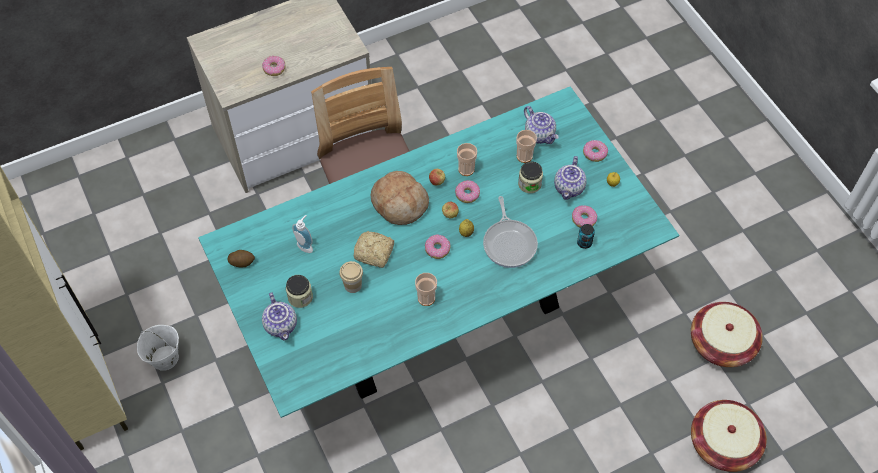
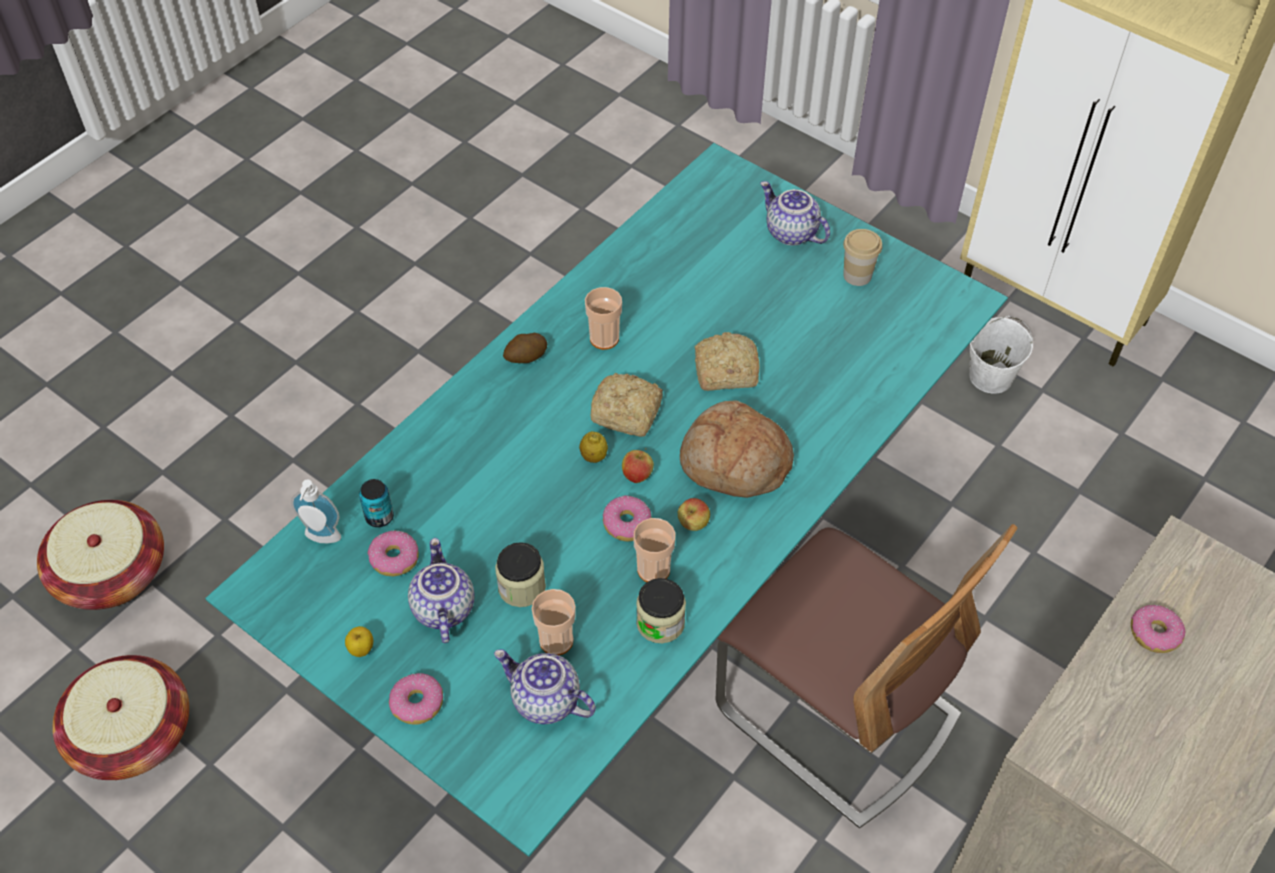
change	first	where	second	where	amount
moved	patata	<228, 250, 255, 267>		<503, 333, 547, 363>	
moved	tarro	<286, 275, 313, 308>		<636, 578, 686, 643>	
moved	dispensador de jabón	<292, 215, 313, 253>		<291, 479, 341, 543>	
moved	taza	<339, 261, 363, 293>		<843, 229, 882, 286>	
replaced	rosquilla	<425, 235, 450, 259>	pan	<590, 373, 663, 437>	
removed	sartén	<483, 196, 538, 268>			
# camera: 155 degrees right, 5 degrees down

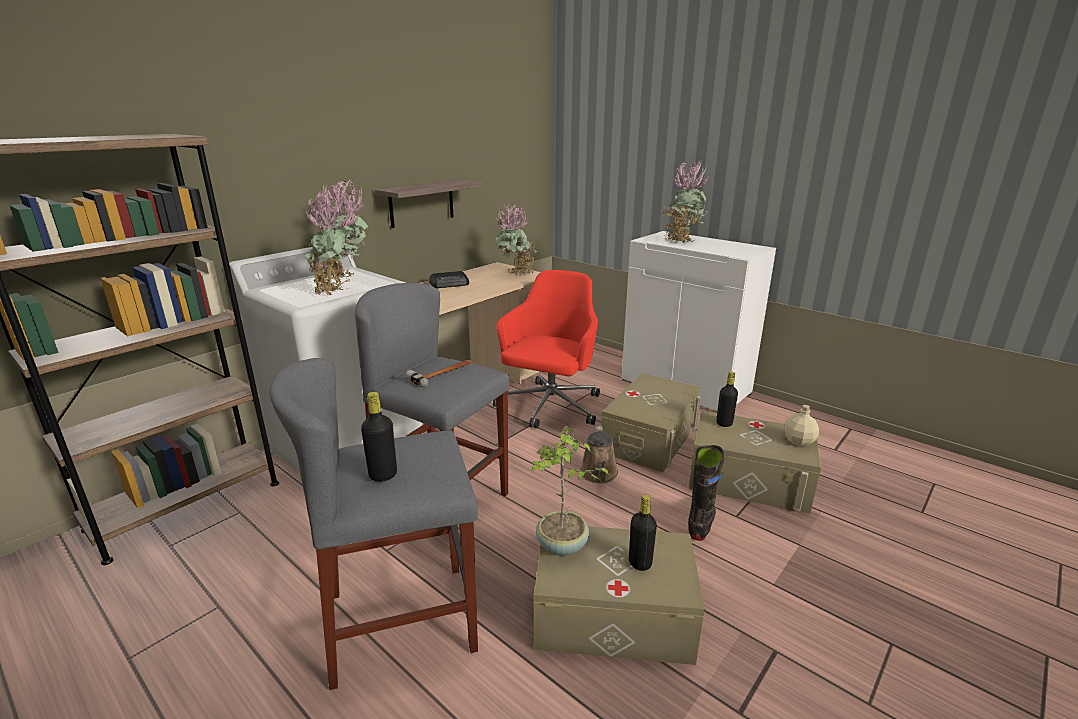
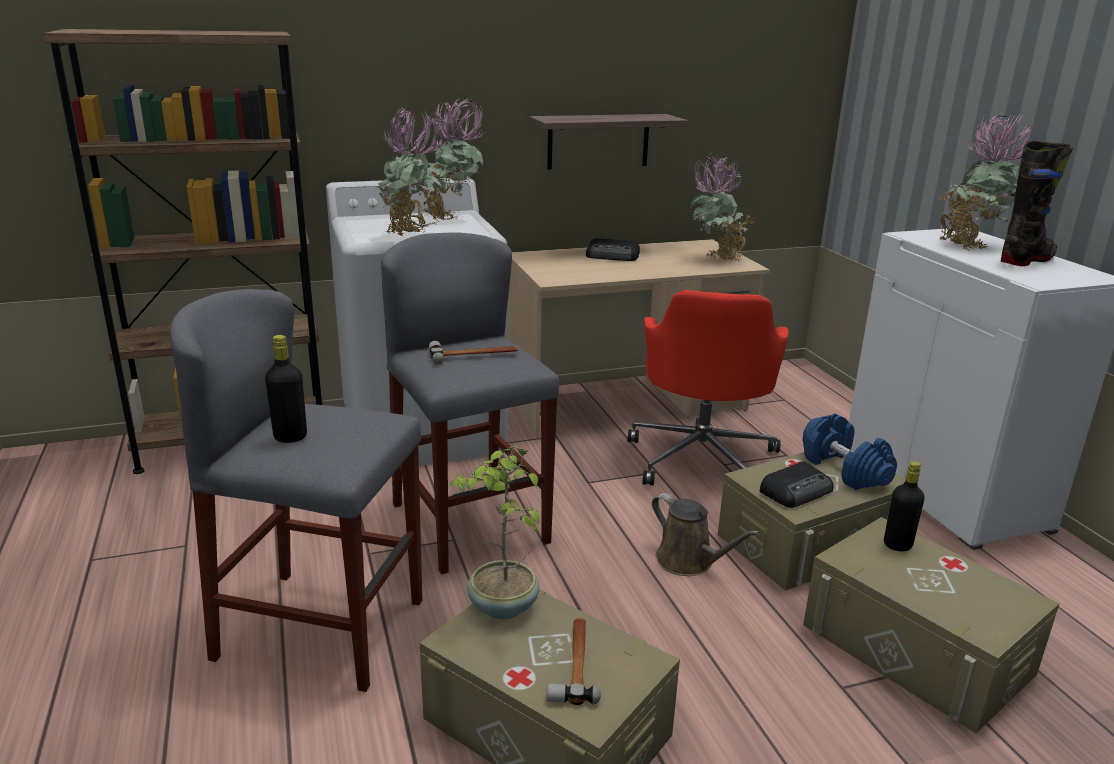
change	first	where	second	where	amount
turned	silla de oficina (rojo)	<493, 270, 600, 428>		<628, 290, 789, 485>	135 degrees clockwise
turned	regadera (marrón)	<580, 426, 618, 483>		<652, 493, 760, 576>	75 degrees counterclockwise
replaced	botella (negro)	<629, 494, 657, 571>	martillo	<546, 618, 601, 705>	
moved	bota (negro)	<688, 445, 725, 541>		<1001, 140, 1073, 266>	
removed	botella (beis)	<784, 405, 819, 446>			
added			radio	<759, 461, 833, 508>	
added			mancuerna (azul)	<803, 414, 897, 490>	
# camera: 30 degrees right, 0 degrees up

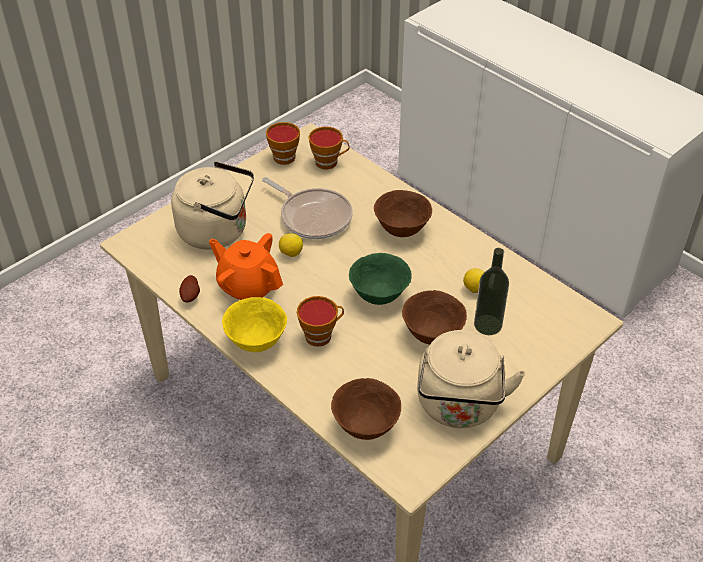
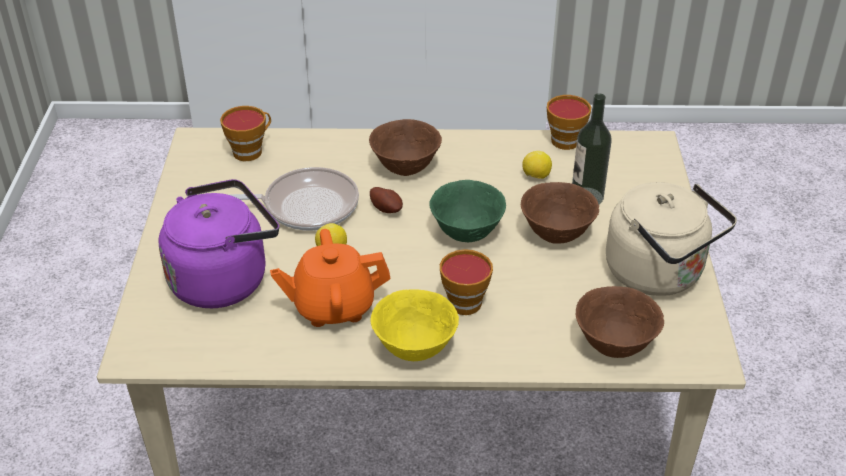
change	first	where	second	where	amount
recoloured	hervidor (beis)	<171, 161, 254, 250>	hervidor (morado)	<158, 179, 279, 308>	
moved	patata	<179, 275, 200, 303>		<370, 187, 403, 213>	
moved	taza	<266, 122, 300, 165>		<547, 95, 591, 150>	
# camera: 45 degrees left, 5 degrees down

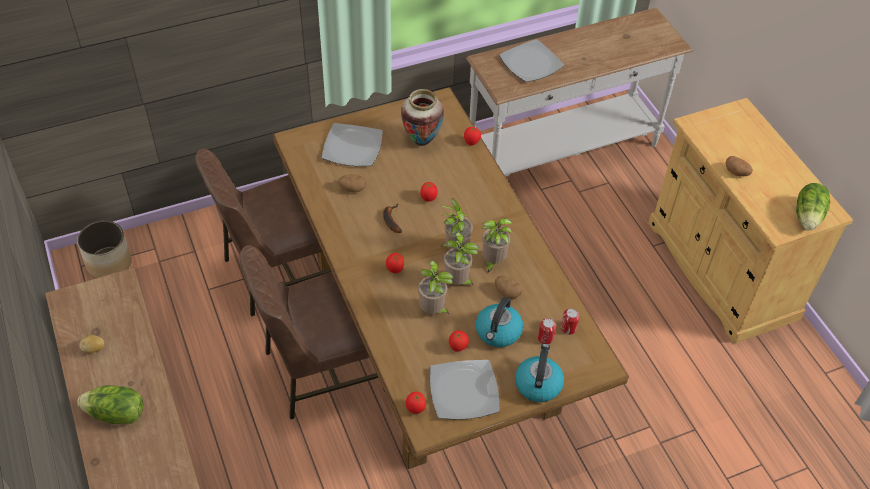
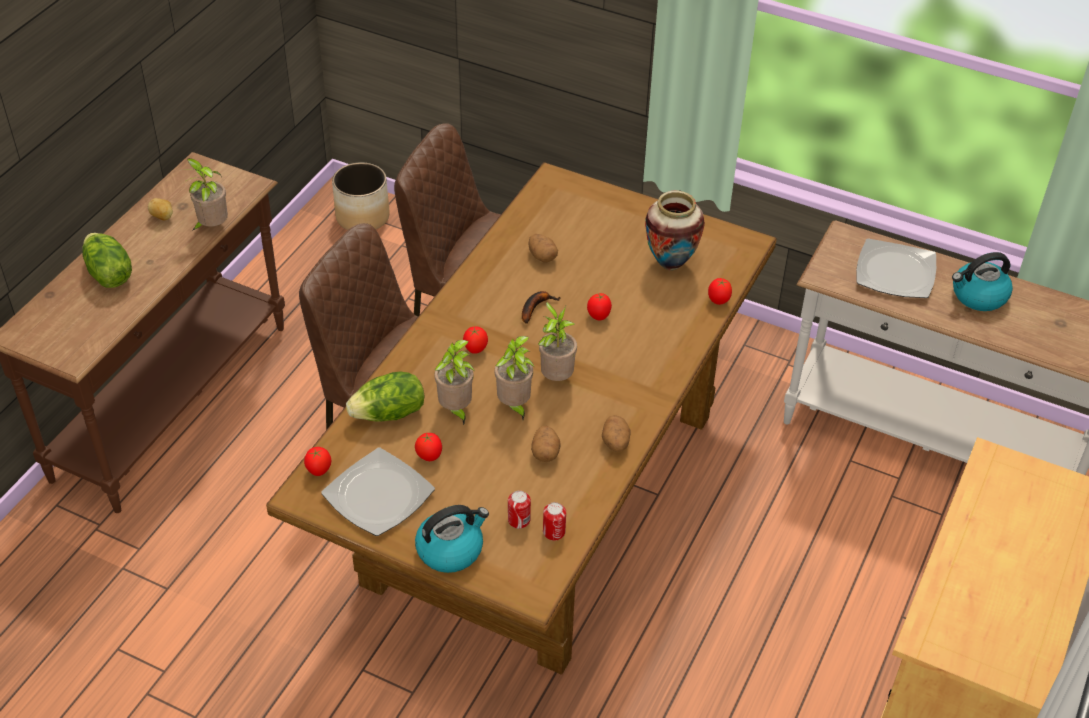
change	first	where	second	where	amount
removed	plato	<322, 123, 383, 166>			
moved	hervidor	<476, 297, 523, 347>		<952, 252, 1013, 311>	
moved	planta en maceta	<482, 218, 513, 273>		<185, 158, 228, 231>	
moved	patata	<725, 156, 753, 176>		<602, 415, 631, 452>	
moved	lechuga	<796, 183, 830, 231>		<346, 372, 425, 421>	
# camera: 50 degrees right, 5 degrees down

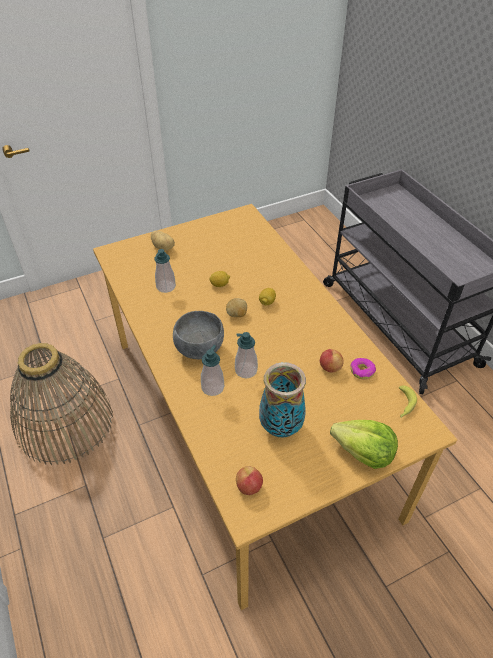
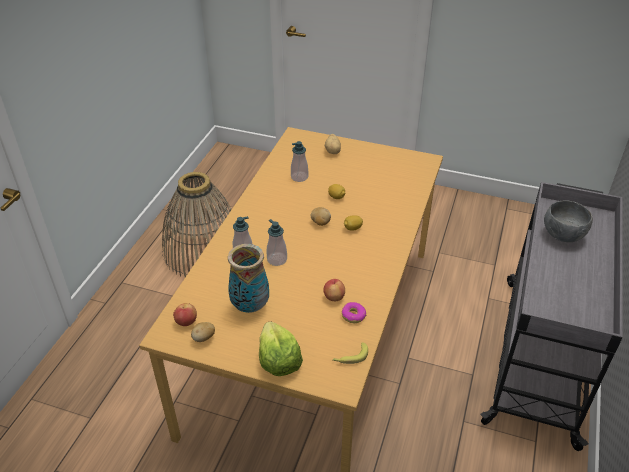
change	first	where	second	where	amount
moved	cuenco (gris)	<173, 311, 224, 359>		<544, 200, 593, 242>	
added			patata	<191, 322, 215, 342>	
# camera: 45 degrees right, 5 degrees down

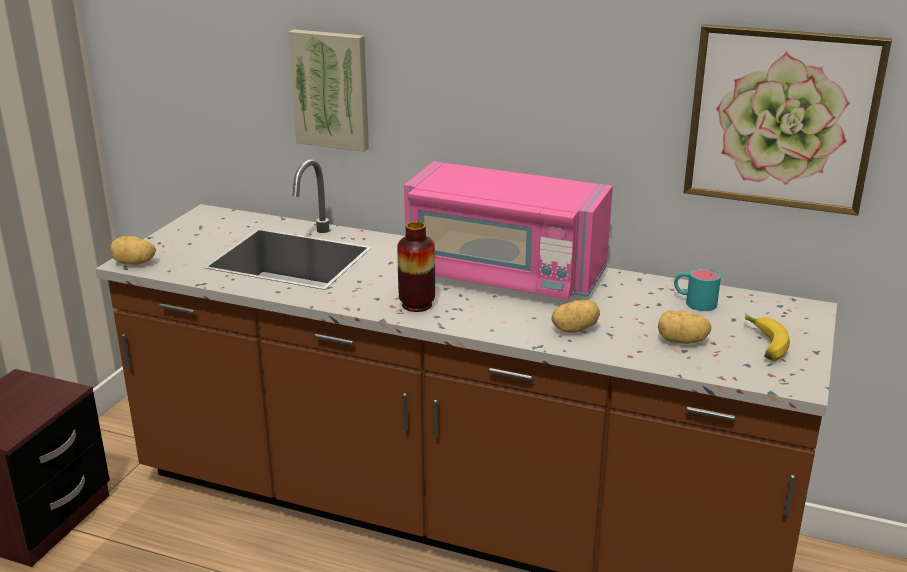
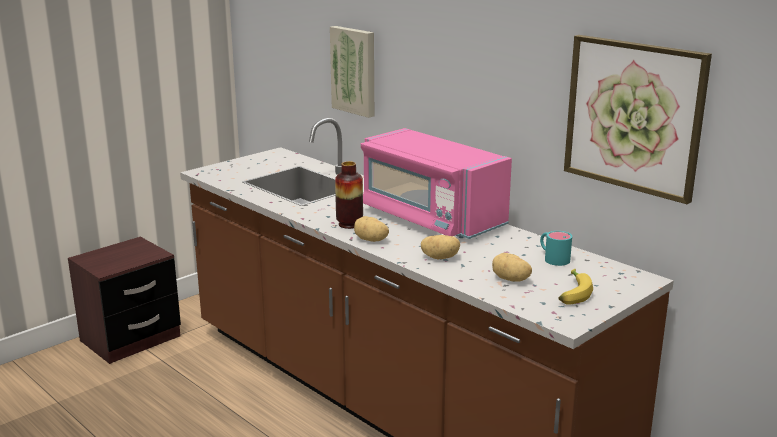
change	first	where	second	where	amount
moved	patata	<110, 236, 156, 265>		<354, 216, 389, 242>	
# camera: 25 degrees right, 5 degrees down

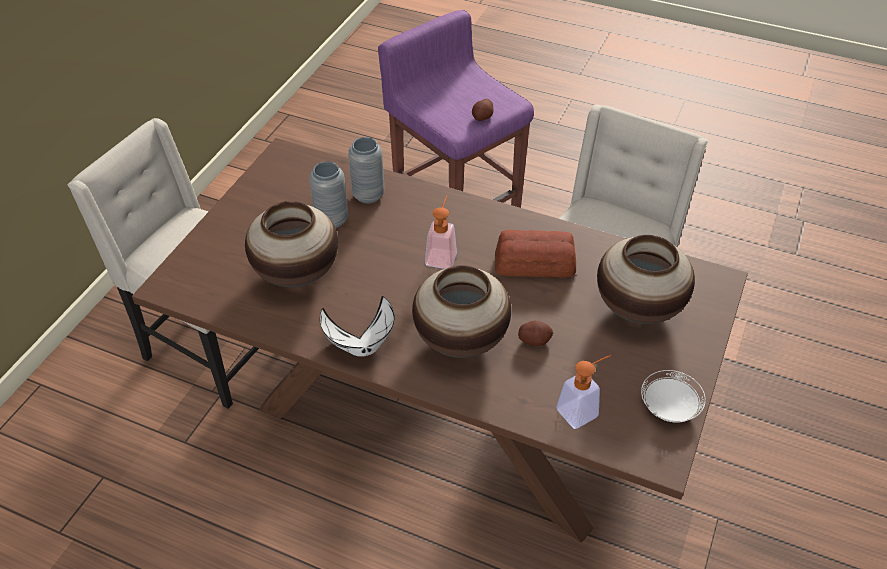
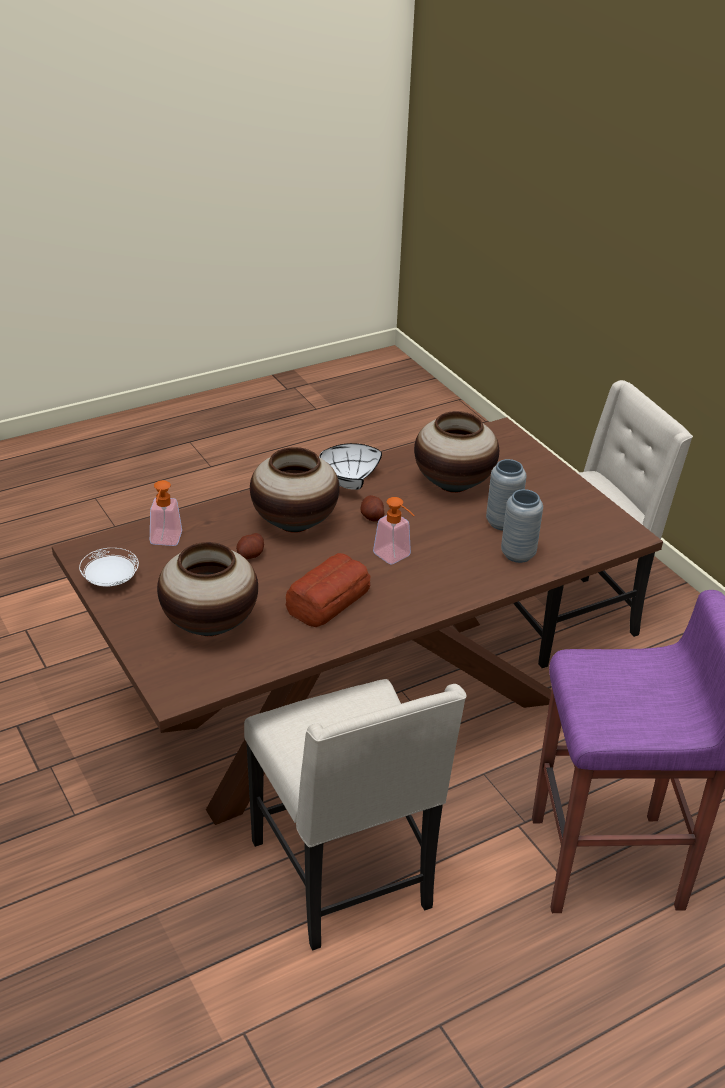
change	first	where	second	where	amount
moved	patata	<472, 99, 494, 121>		<361, 495, 384, 522>	
# camera: 125 degrees right, 10 degrees down

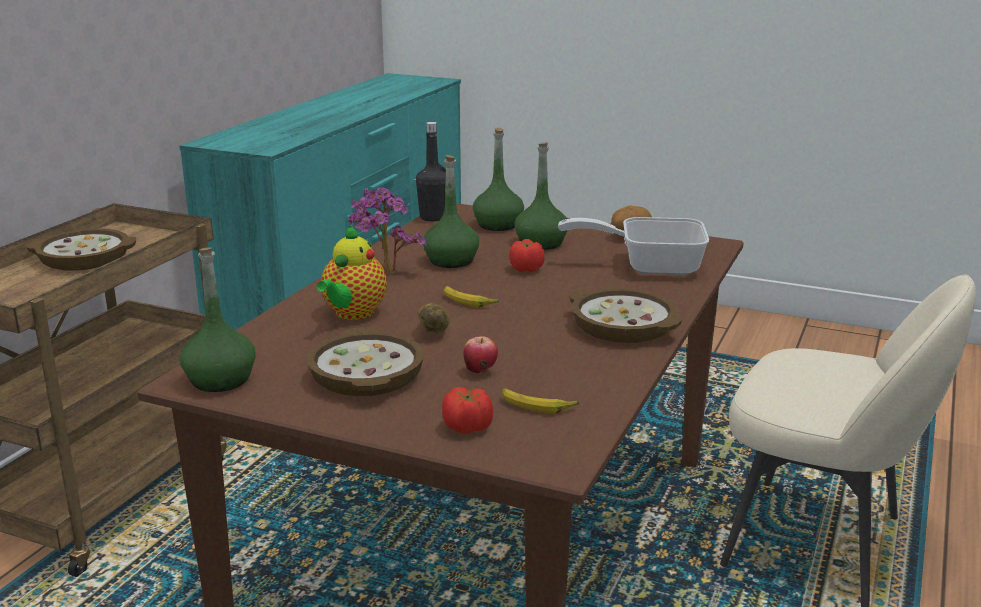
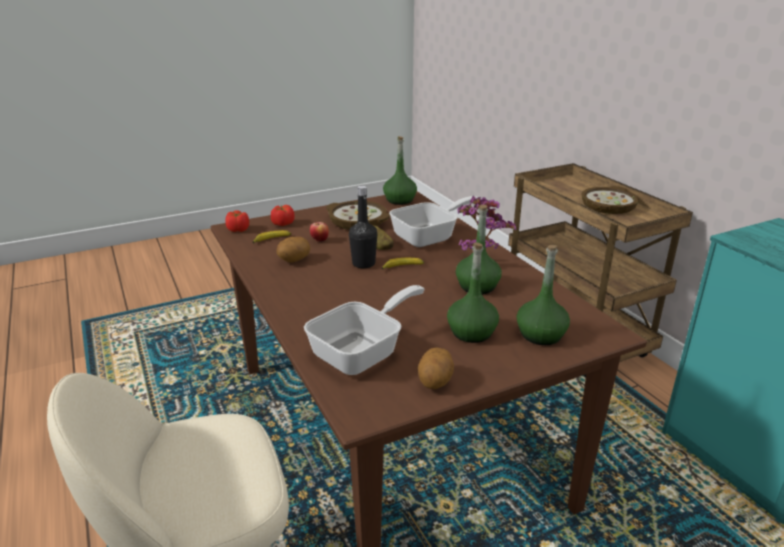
change	first	where	second	where	amount
replaced	tetera	<317, 224, 387, 320>	sartén	<389, 196, 482, 247>	
moved	botella (negro)	<416, 122, 446, 221>		<349, 186, 377, 268>	
moved	tomate	<509, 239, 545, 272>		<226, 210, 249, 232>	
removed	cuenco	<569, 288, 683, 343>			
added			patata	<277, 237, 310, 262>	
# camera: 130 degrees right, 5 degrees up

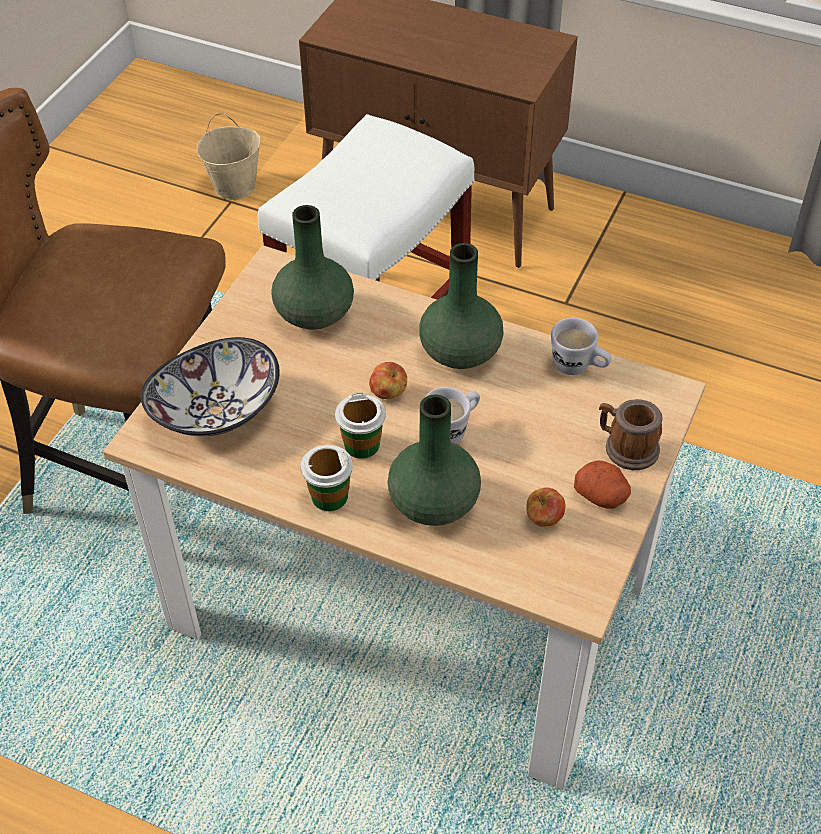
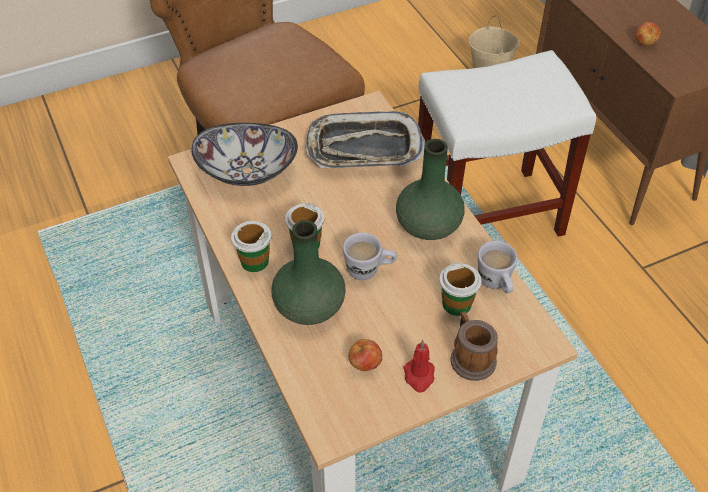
change	first	where	second	where	amount
replaced	florero (verde)	<272, 205, 354, 330>	bandeja	<305, 111, 425, 168>	
moved	manzana	<369, 362, 407, 399>		<635, 22, 661, 46>	
replaced	patata	<574, 460, 631, 509>	vela (rojo)	<404, 340, 435, 393>	
added			taza	<440, 262, 481, 316>	
# camera: 40 degrees right, 0 degrees up

